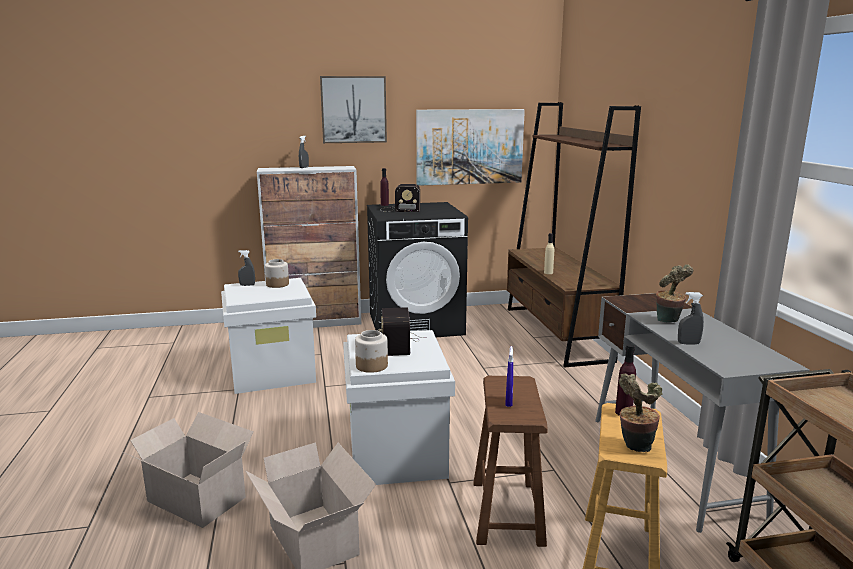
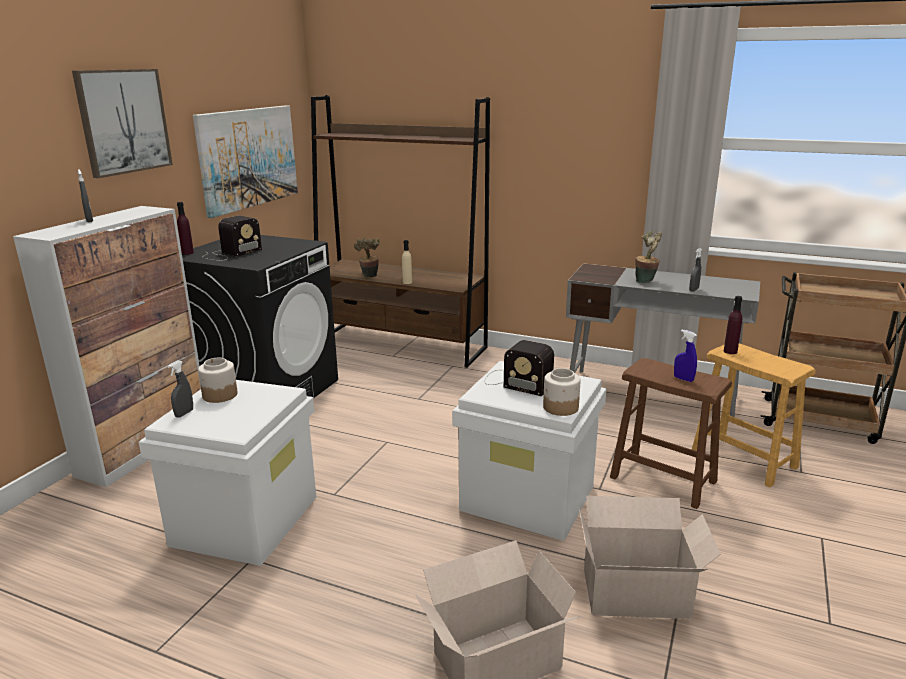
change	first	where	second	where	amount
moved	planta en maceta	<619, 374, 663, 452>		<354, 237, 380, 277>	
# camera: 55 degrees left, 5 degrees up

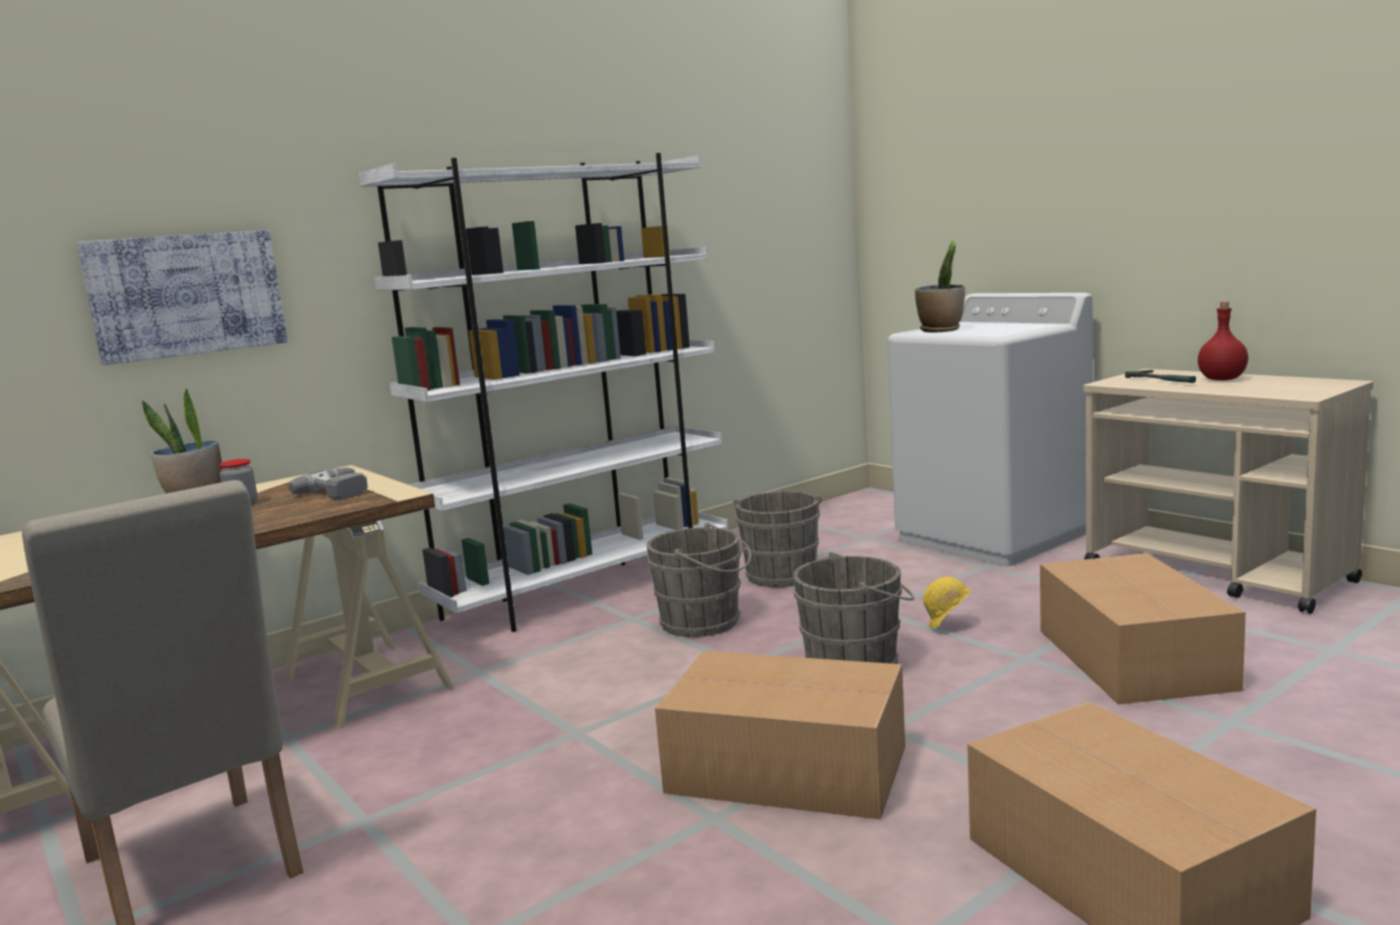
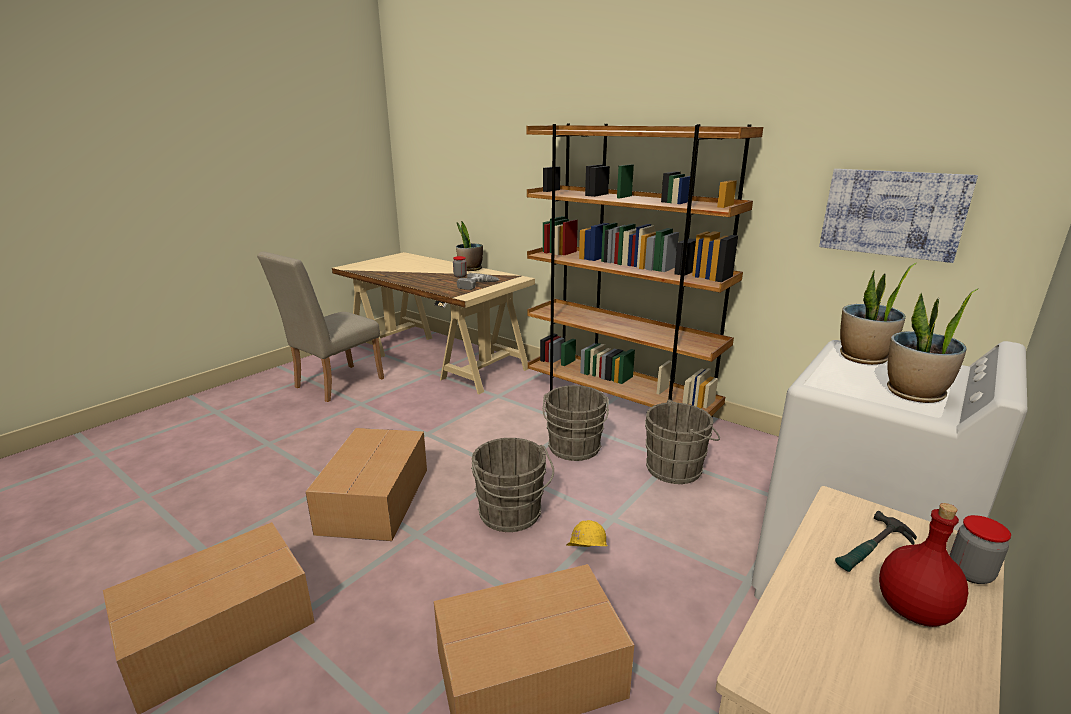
change	first	where	second	where	amount
moved	cuadro	<76, 230, 288, 365>		<819, 169, 978, 263>	
recoloured	estantería (blanco)	<359, 153, 729, 632>	estantería (marrón)	<526, 124, 763, 418>	
added			planta en maceta	<887, 289, 978, 403>	
added			tarro	<949, 515, 1011, 584>	
# camera: 75 degrees right, 10 degrees up

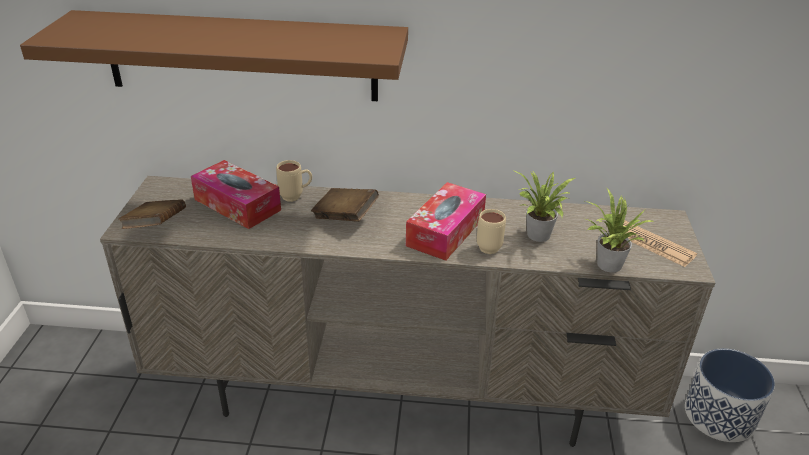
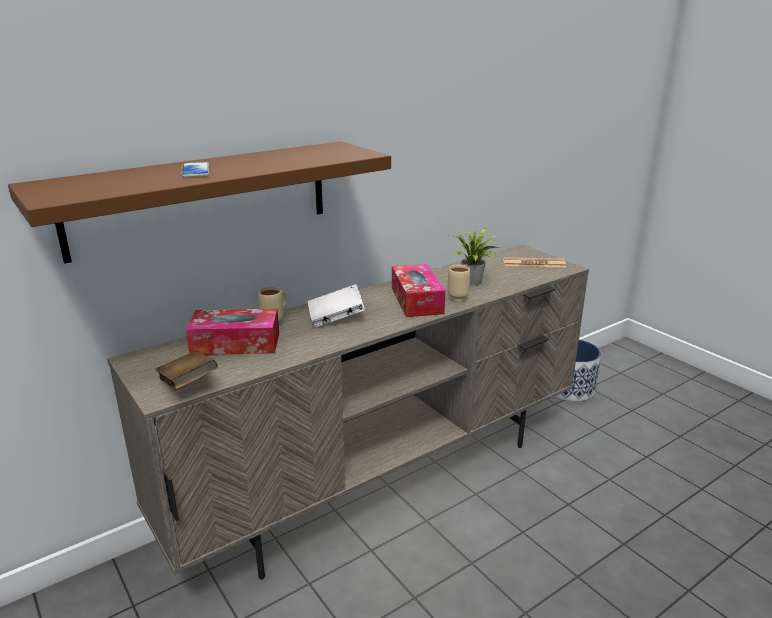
change	first	where	second	where	amount
recoloured	libro (marrón)	<311, 188, 379, 222>	libro (blanco)	<308, 284, 365, 327>	
removed	planta en maceta	<585, 188, 655, 273>			
added			móvil	<182, 162, 209, 178>	
# camera: 40 degrees left, 10 degrees down

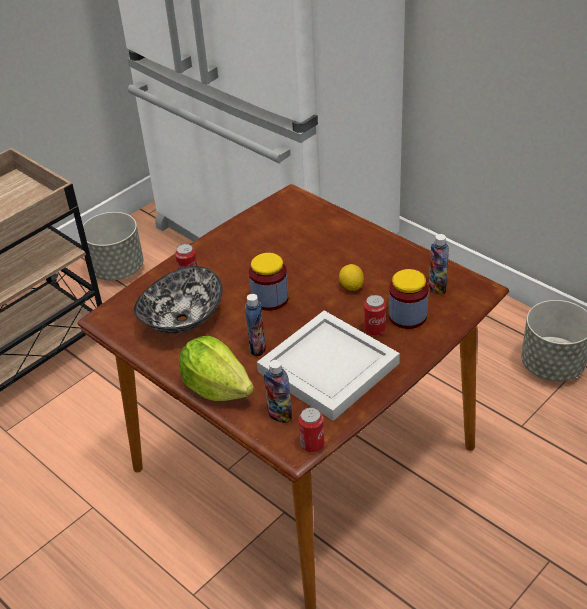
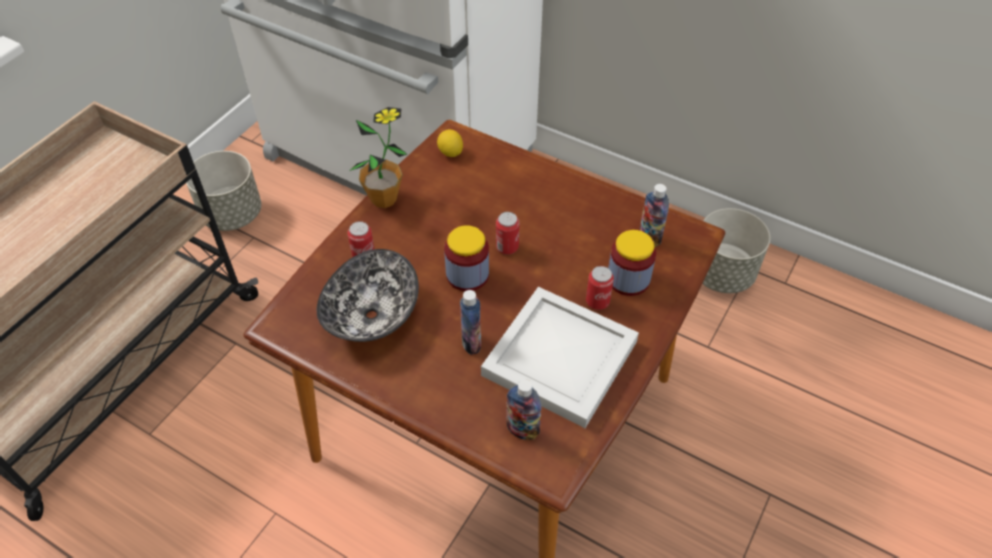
change	first	where	second	where	amount
removed	lechuga	<179, 336, 254, 401>			
moved	lata	<299, 407, 324, 452>		<496, 212, 520, 254>	
moved	limón	<339, 264, 364, 291>		<437, 129, 463, 157>	
added			planta en maceta	<349, 107, 407, 208>	
# camera: 15 degrees left, 10 degrees up

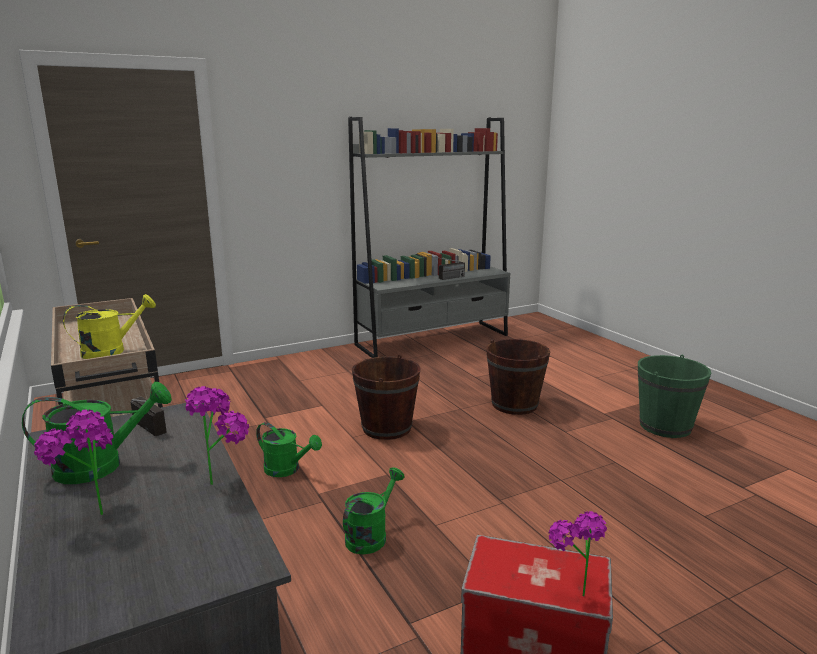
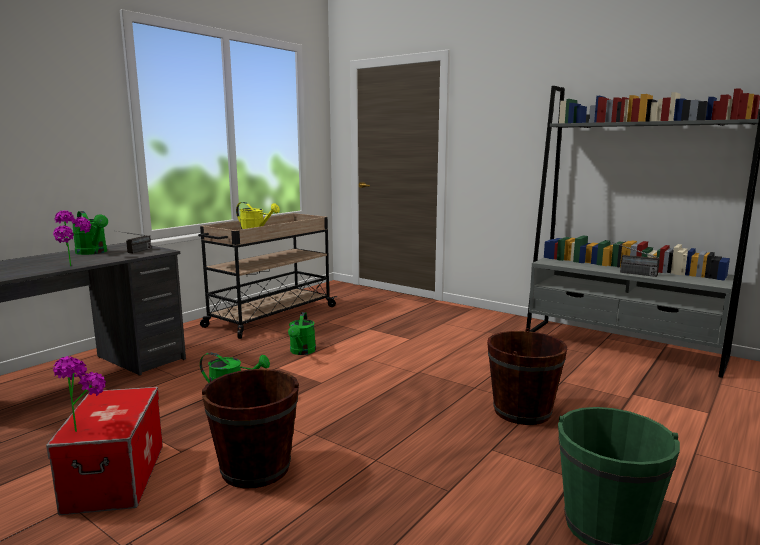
change	first	where	second	where	amount
removed	planta en maceta	<34, 409, 113, 515>			
moved	cubo (marrón)	<352, 355, 421, 440>		<202, 369, 299, 488>	
# camera: 65 degrees right, 5 degrees down

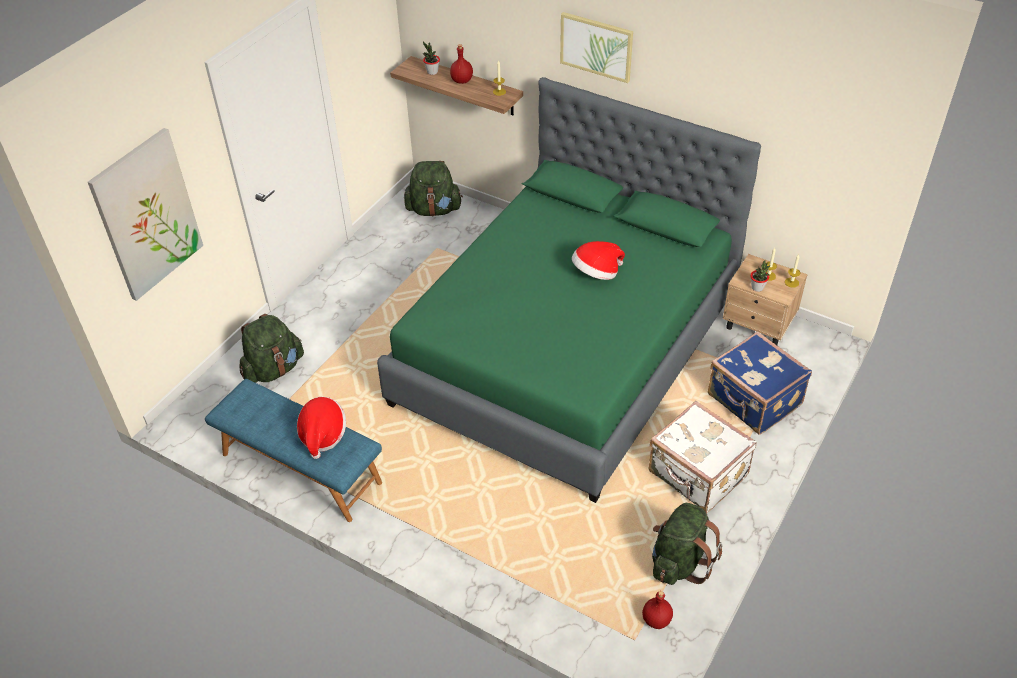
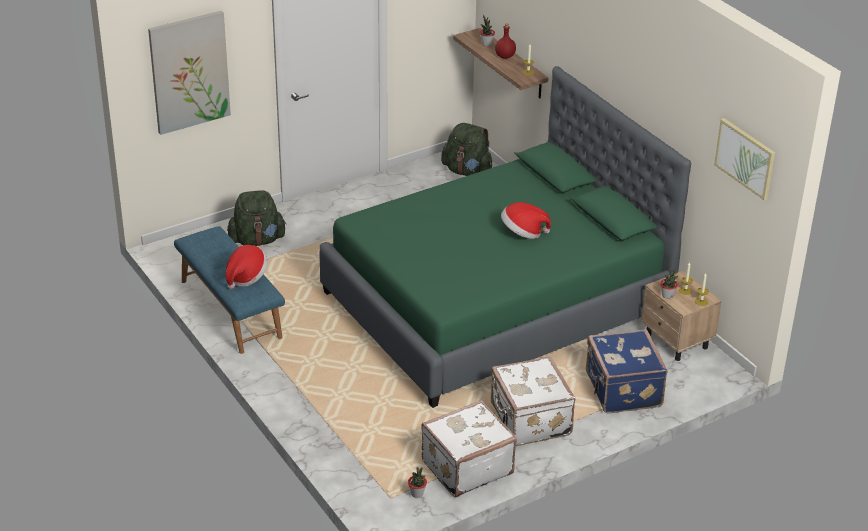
change	first	where	second	where	amount
moved	cuadro	<560, 12, 633, 83>		<714, 118, 775, 200>	
replaced	botella (rojo)	<642, 591, 673, 629>	planta en maceta	<408, 467, 427, 498>	
replaced	mochila (verde)	<652, 503, 722, 585>	maleta (blanco)	<421, 400, 517, 497>	
# camera: 25 degrees right, 10 degrees down

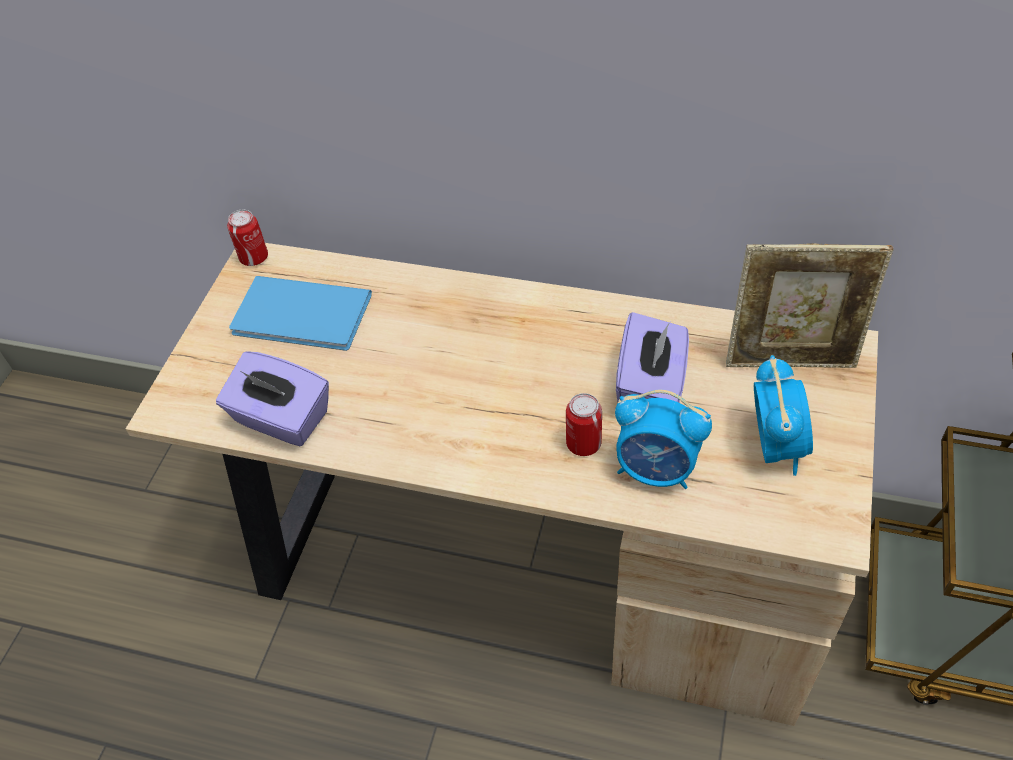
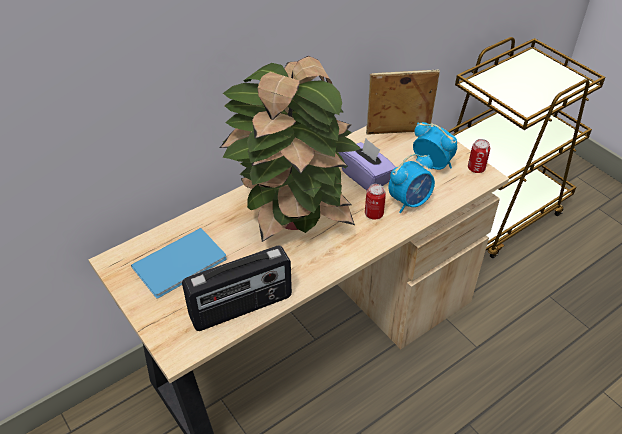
change	first	where	second	where	amount
replaced	caja de pañuelos (morado)	<216, 351, 329, 446>	radio	<182, 245, 292, 331>	
moved	lata	<227, 209, 268, 266>		<468, 139, 490, 173>	
turned	portarretratos	<726, 243, 894, 368>		<366, 70, 440, 135>	135 degrees counterclockwise
added			planta en maceta	<220, 56, 361, 242>	
# camera: 55 degrees left, 5 degrees down

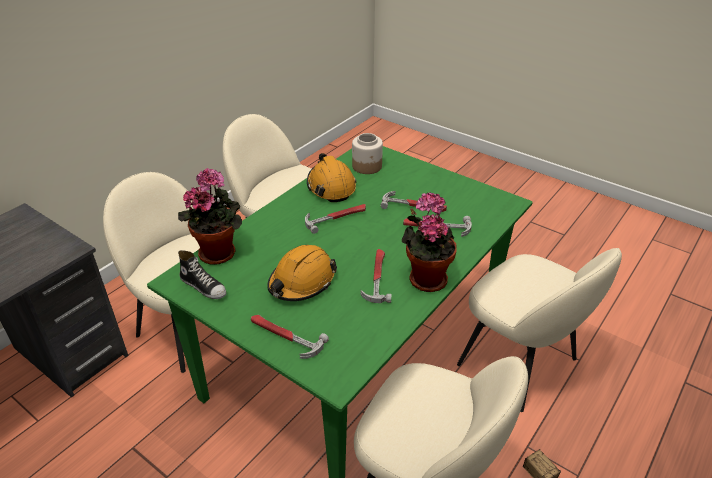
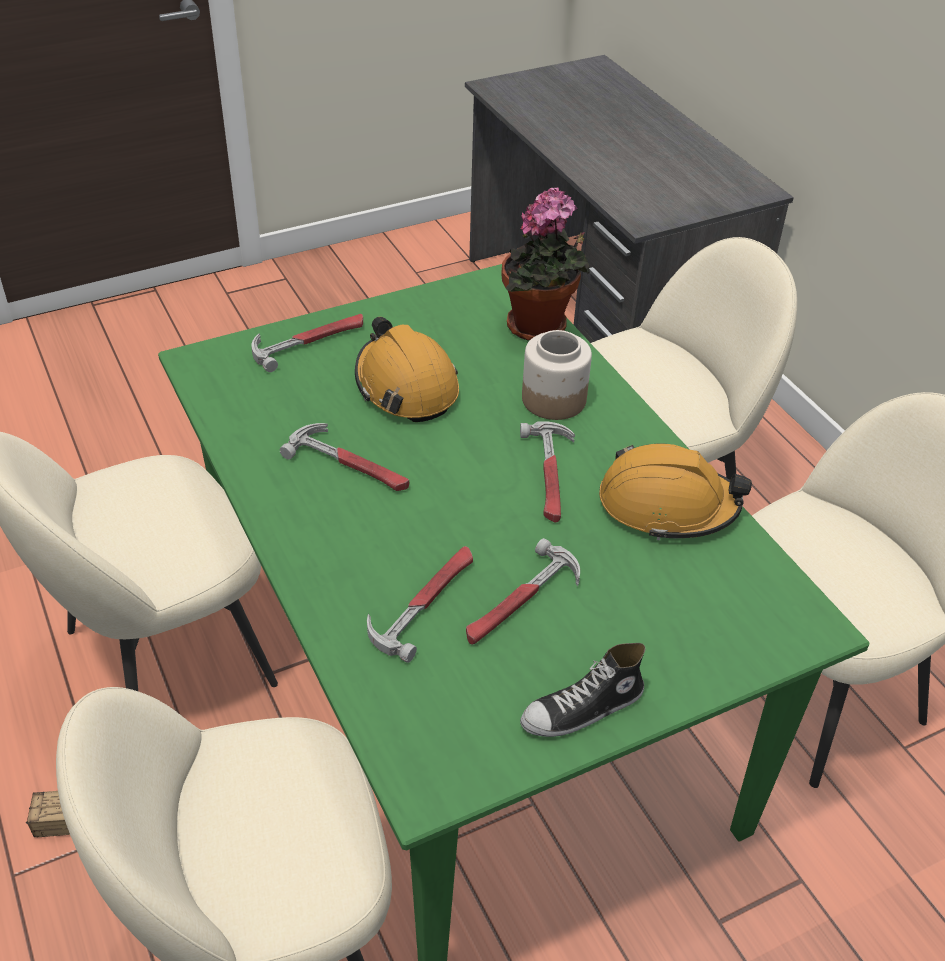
change	first	where	second	where	amount
moved	zapato	<178, 250, 226, 299>		<520, 643, 646, 737>	
moved	tarro	<352, 133, 383, 174>		<522, 330, 592, 420>	
removed	planta en maceta	<402, 192, 457, 292>			
# camera: 115 degrees right, 5 degrees up

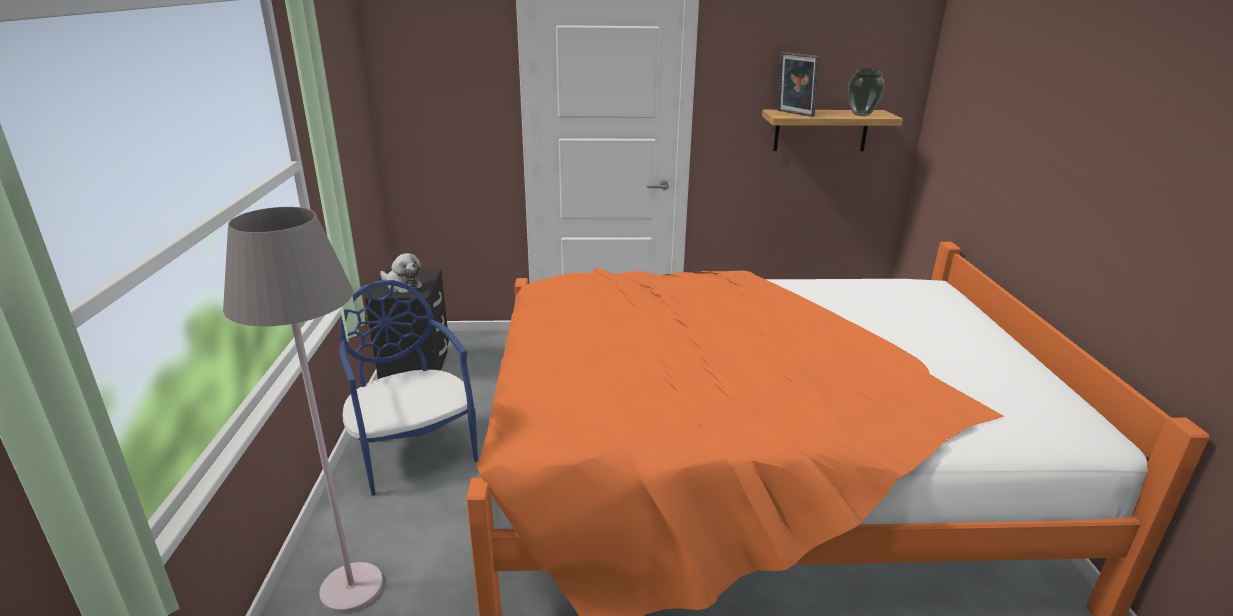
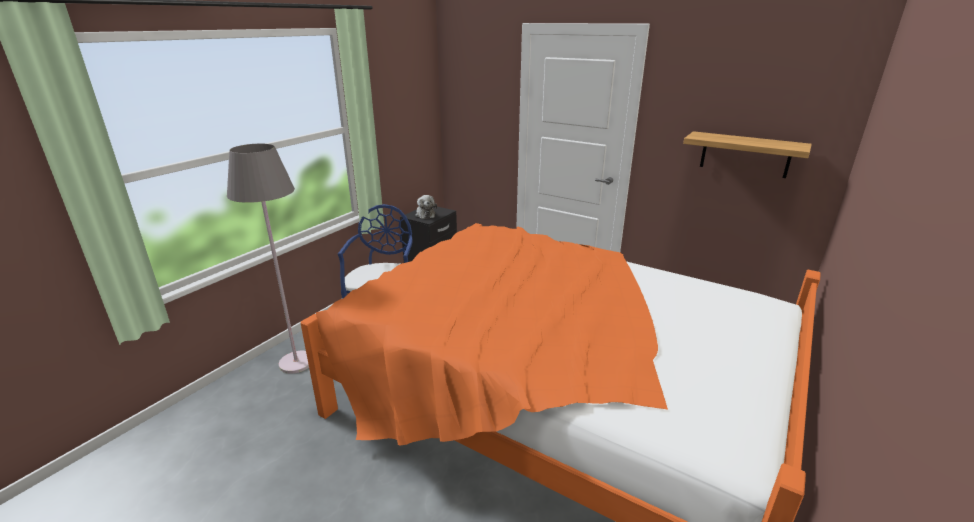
change	first	where	second	where	amount
removed	portarretratos	<778, 52, 819, 117>			
removed	florero	<848, 68, 885, 116>			
# camera: 35 degrees right, 0 degrees up

